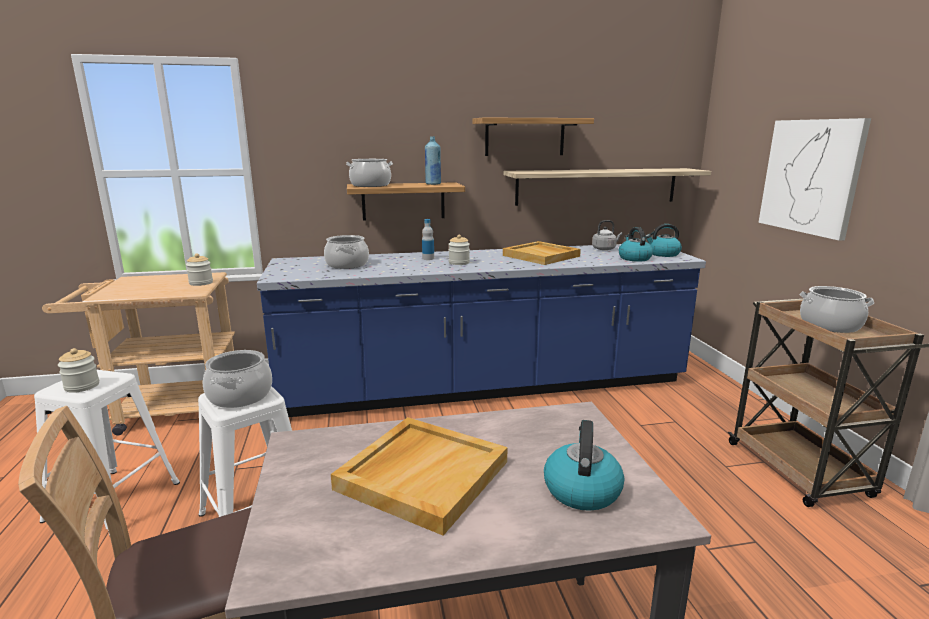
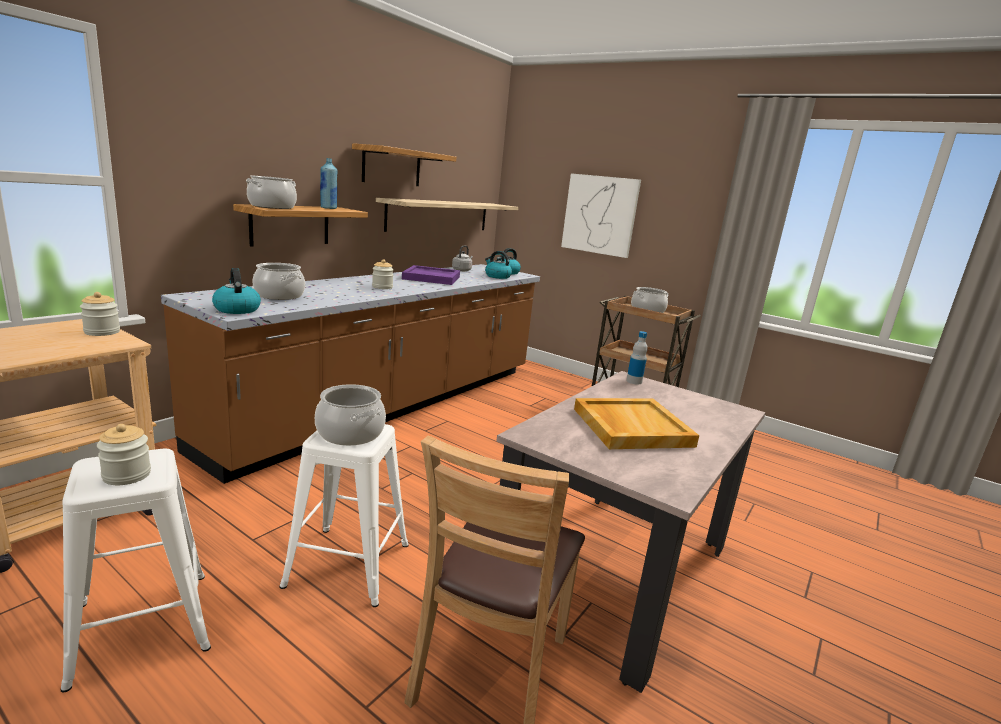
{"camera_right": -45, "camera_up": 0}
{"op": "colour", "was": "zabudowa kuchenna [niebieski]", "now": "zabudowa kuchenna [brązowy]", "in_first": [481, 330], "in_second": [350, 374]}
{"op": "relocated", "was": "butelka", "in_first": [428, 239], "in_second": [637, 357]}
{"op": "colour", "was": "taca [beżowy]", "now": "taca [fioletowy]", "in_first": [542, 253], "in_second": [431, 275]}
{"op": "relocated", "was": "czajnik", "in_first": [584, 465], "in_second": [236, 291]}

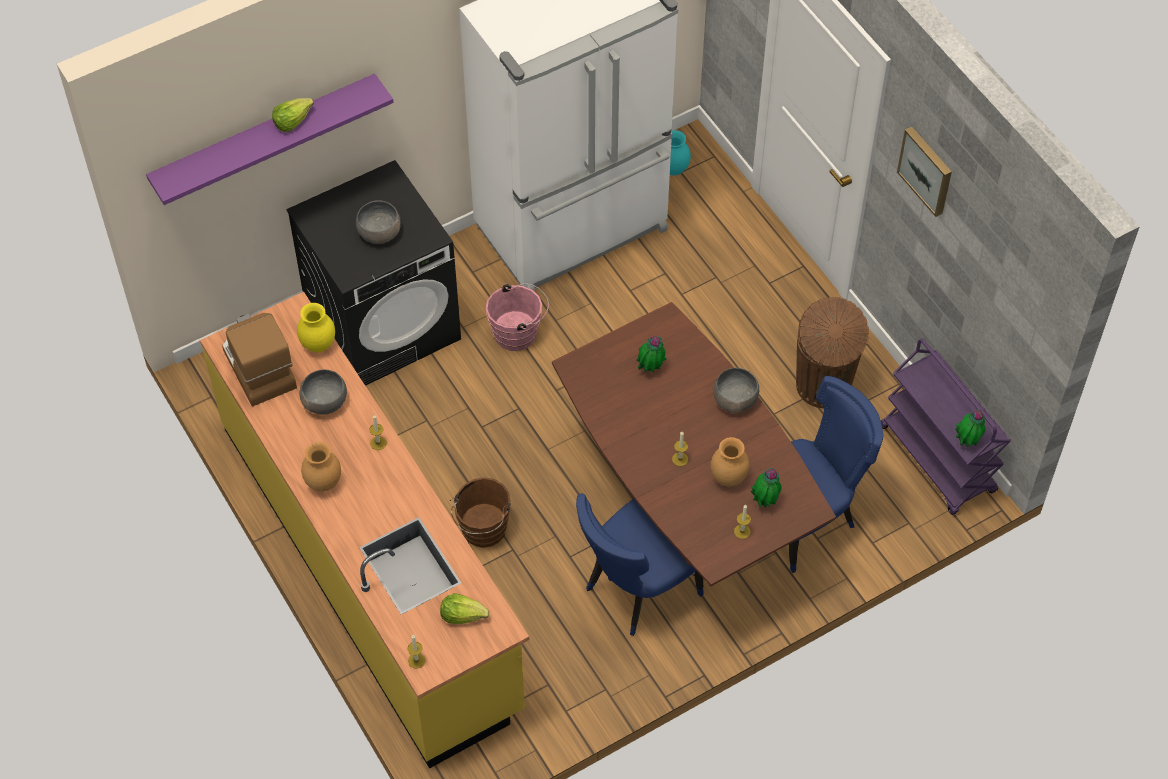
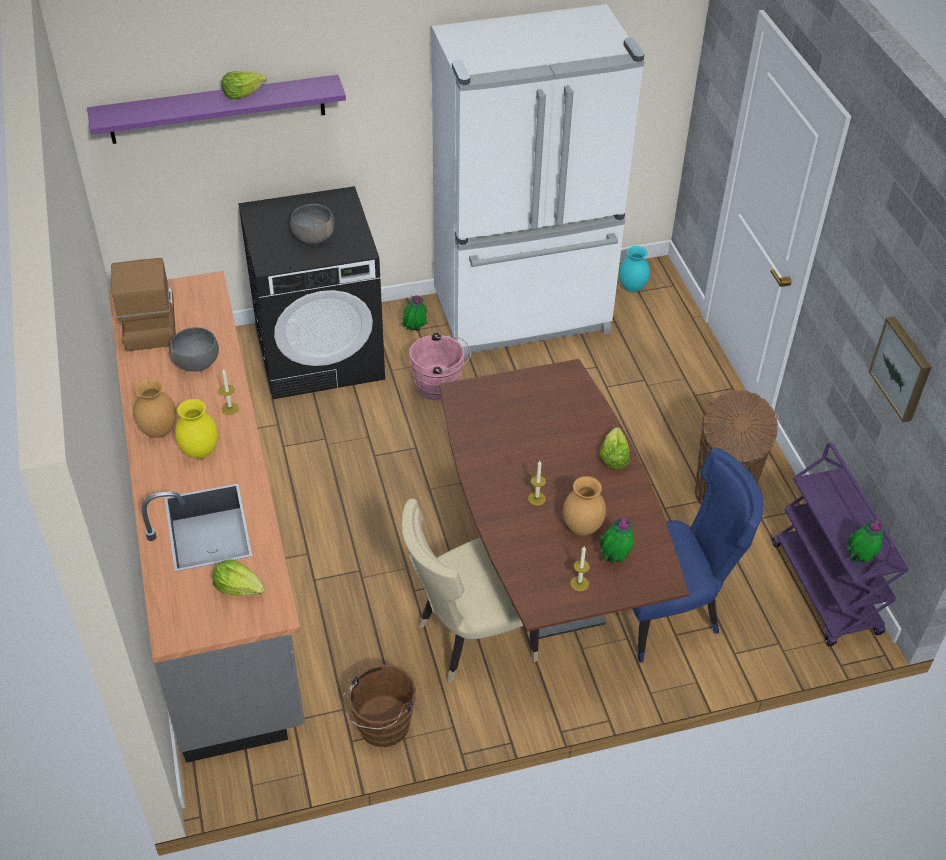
{"camera_right": 15, "camera_up": -10}
{"op": "colour", "was": "zabudowa kuchenna [żółty]", "now": "zabudowa kuchenna [szary]", "in_first": [364, 530], "in_second": [206, 517]}
{"op": "relocated", "was": "wazon [żółty]", "in_first": [316, 327], "in_second": [196, 429]}
{"op": "missing", "was": "świeca", "in_first": [416, 652]}
{"op": "relocated", "was": "wiadro [brązowy]", "in_first": [481, 512], "in_second": [379, 706]}
{"op": "colour", "was": "krzesło [niebieski]", "now": "krzesło [beżowy]", "in_first": [640, 565], "in_second": [470, 590]}
{"op": "relocated", "was": "roślina doniczkowa", "in_first": [651, 354], "in_second": [414, 313]}
{"op": "exchanged", "was": "miska [szary]", "now": "sałata", "in_first": [736, 390], "in_second": [615, 448]}
{"op": "relocated", "was": "obraz", "in_first": [924, 171], "in_second": [899, 369]}

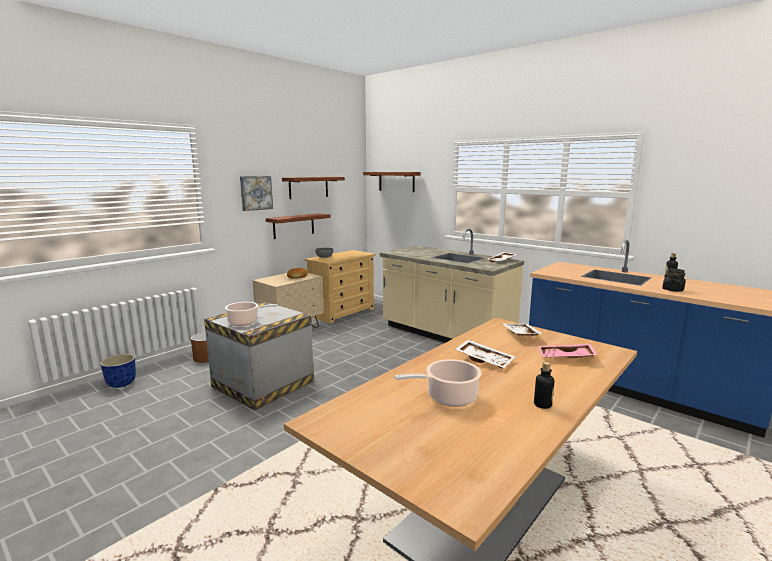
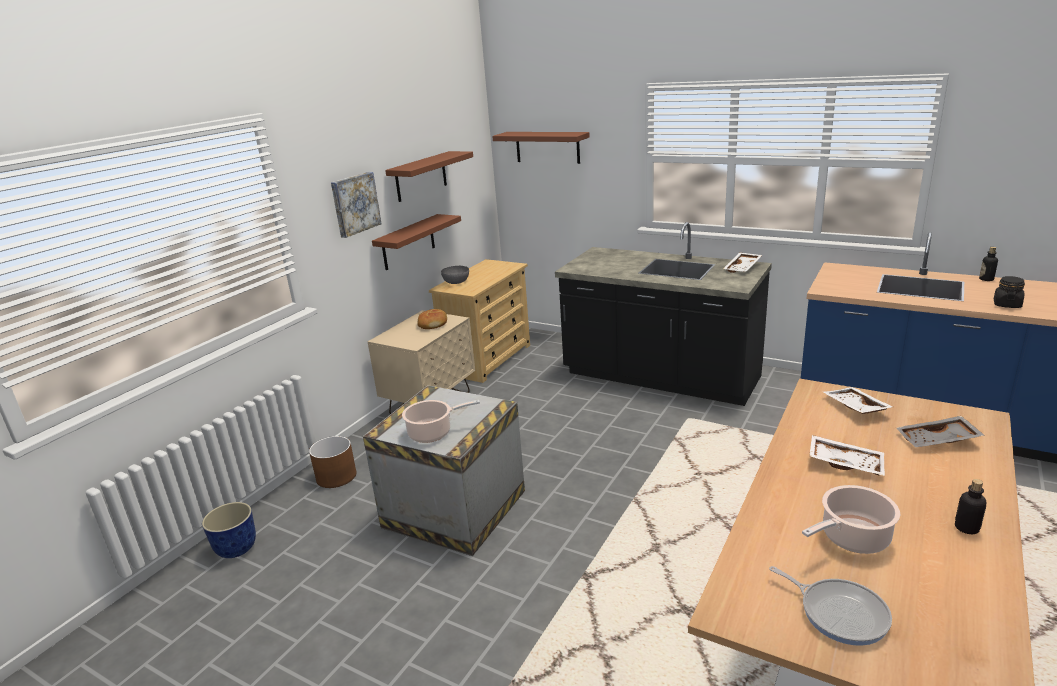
{"camera_right": -10, "camera_up": 10}
{"op": "colour", "was": "zabudowa kuchenna [beżowy]", "now": "zabudowa kuchenna [czarny]", "in_first": [452, 286], "in_second": [663, 314]}
{"op": "colour", "was": "taca [różowy]", "now": "taca [szary]", "in_first": [568, 350], "in_second": [940, 431]}
{"op": "appeared", "now": "patelnia", "in_second": [830, 606]}

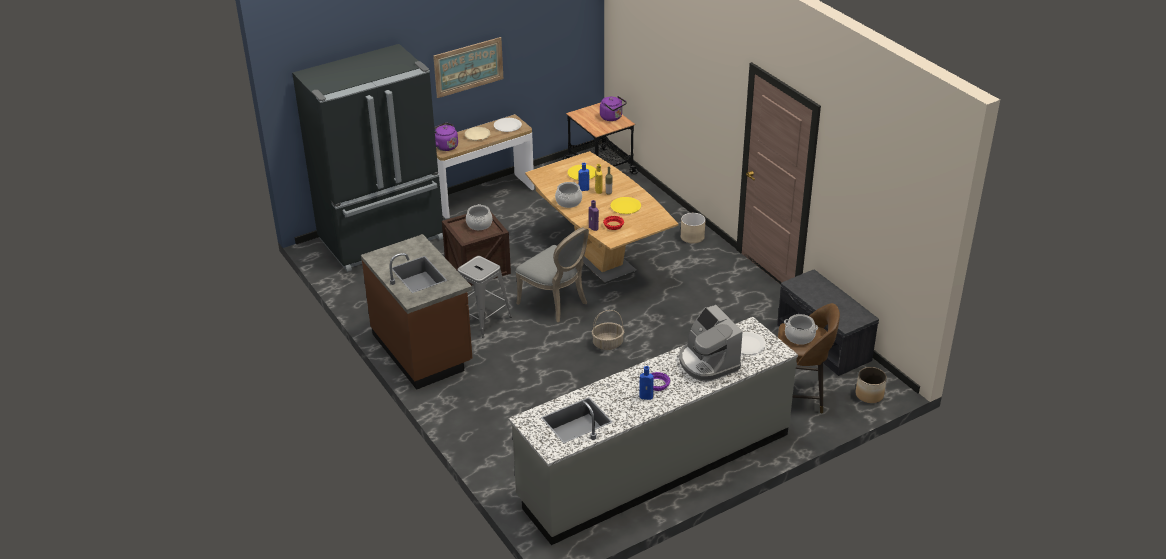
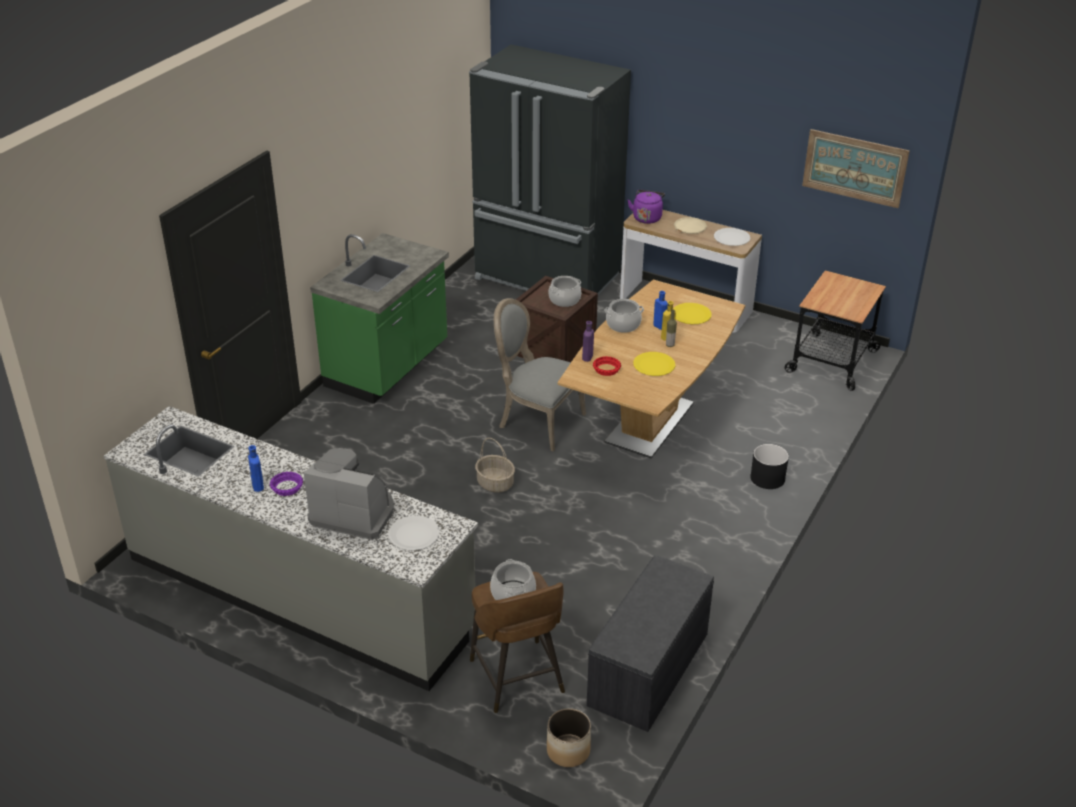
{"camera_right": 60, "camera_up": 0}
{"op": "colour", "was": "zabudowa kuchenna [brązowy]", "now": "zabudowa kuchenna [zielony]", "in_first": [416, 312], "in_second": [379, 318]}
{"op": "relocated", "was": "obraz", "in_first": [468, 67], "in_second": [856, 168]}
{"op": "missing", "was": "stołek [szary]", "in_first": [484, 296]}
{"op": "spun", "was": "krzesło [szary]", "in_first": [552, 274], "in_second": [540, 375], "clockwise": 105}
{"op": "missing", "was": "czajnik [fioletowy]", "in_first": [613, 108]}
{"op": "spun", "was": "ekspres do kawy", "in_first": [711, 343], "in_second": [349, 494], "clockwise": 75}
{"op": "colour", "was": "donica [beżowy]", "now": "donica [czarny]", "in_first": [693, 228], "in_second": [769, 466]}

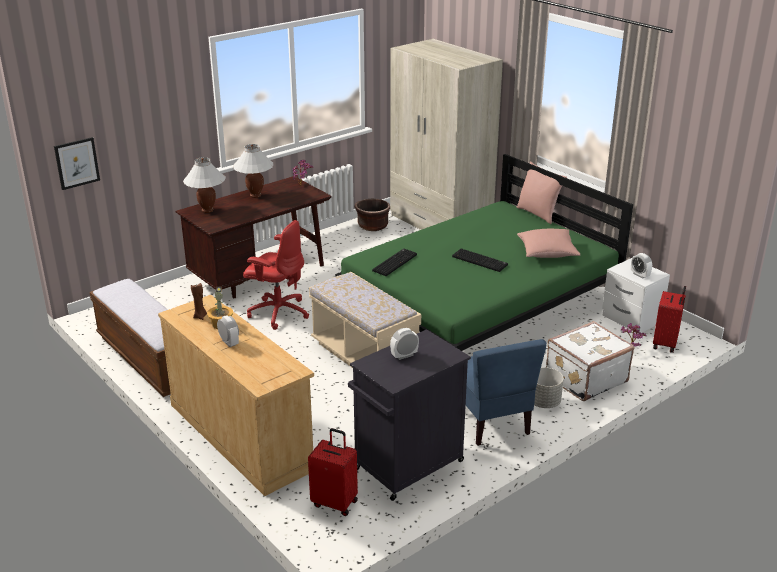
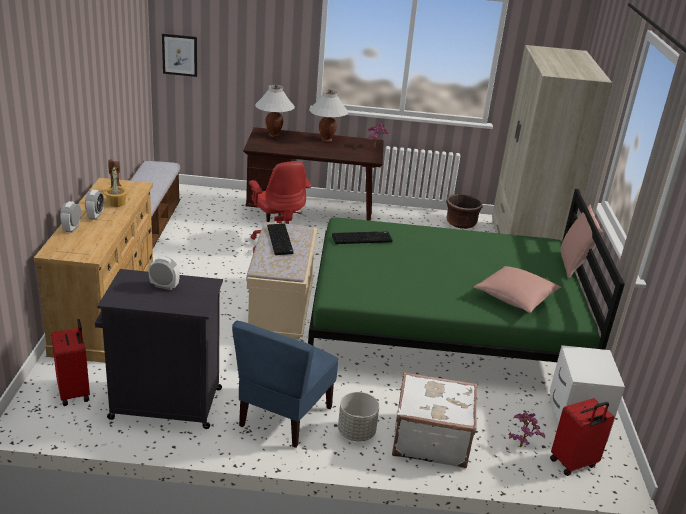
{"camera_right": 40, "camera_up": 0}
{"op": "relocated", "was": "klawiatura", "in_first": [480, 260], "in_second": [280, 239]}
{"op": "relocated", "was": "budzik", "in_first": [641, 266], "in_second": [70, 217]}

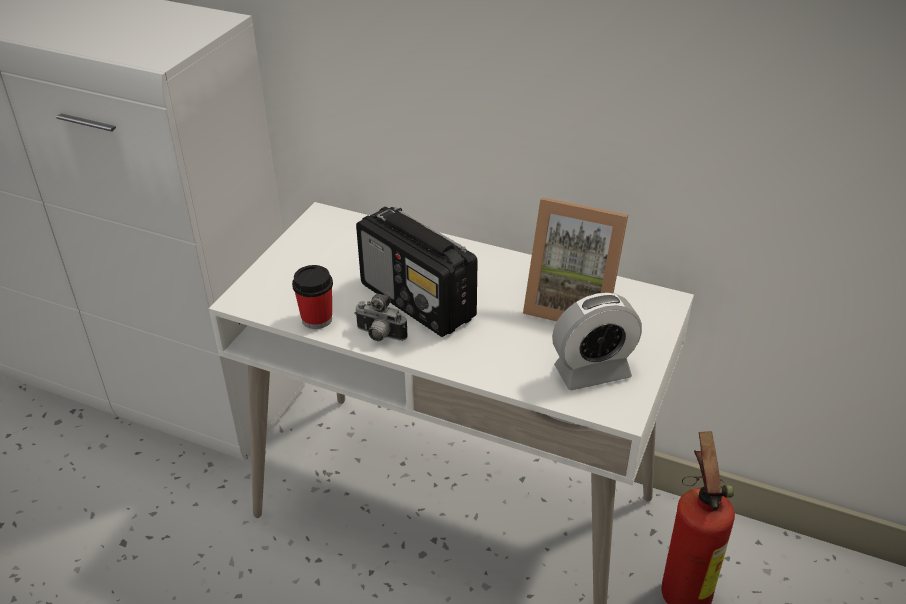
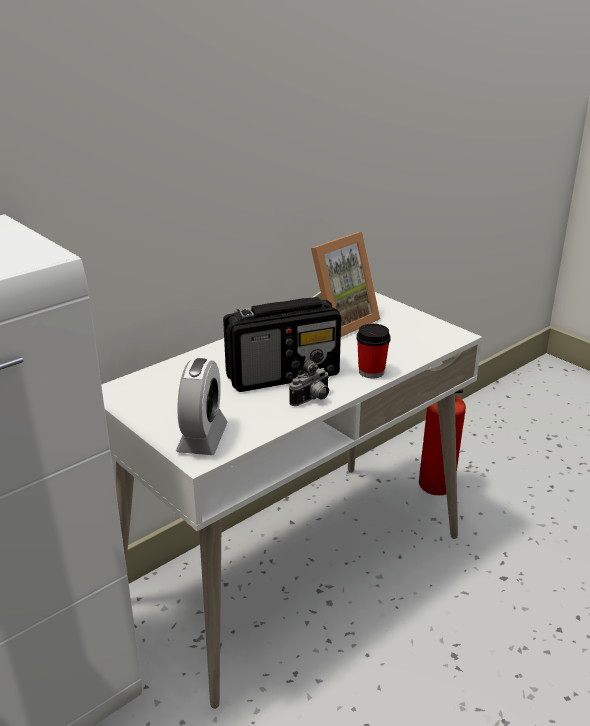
{"camera_right": -65, "camera_up": -10}
{"op": "relocated", "was": "filiżanka", "in_first": [312, 297], "in_second": [373, 351]}
{"op": "relocated", "was": "budzik", "in_first": [597, 341], "in_second": [202, 406]}

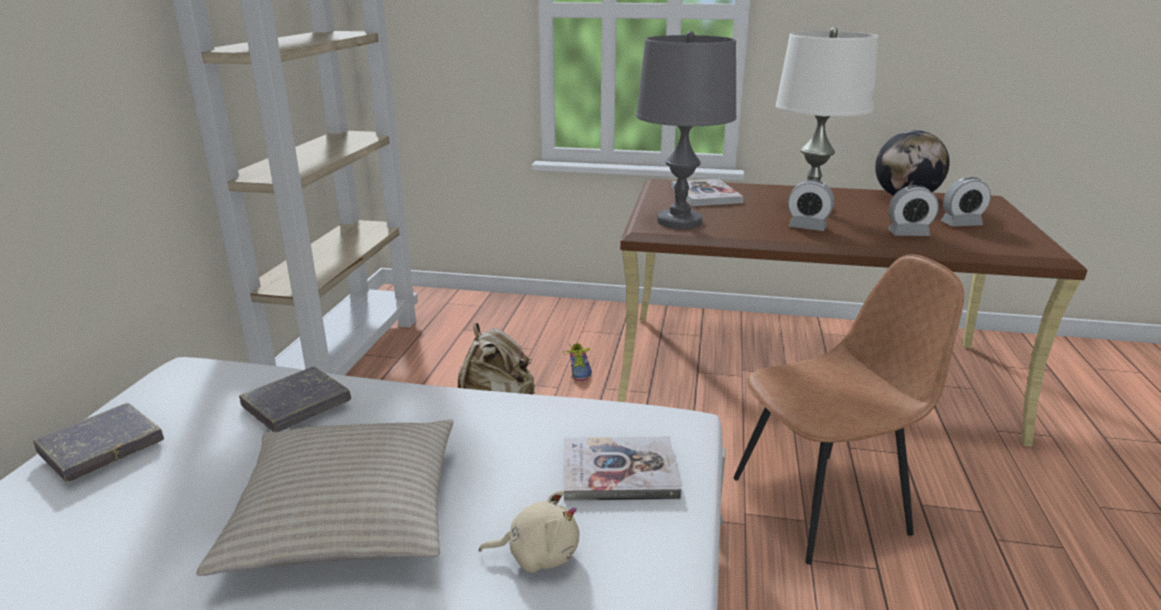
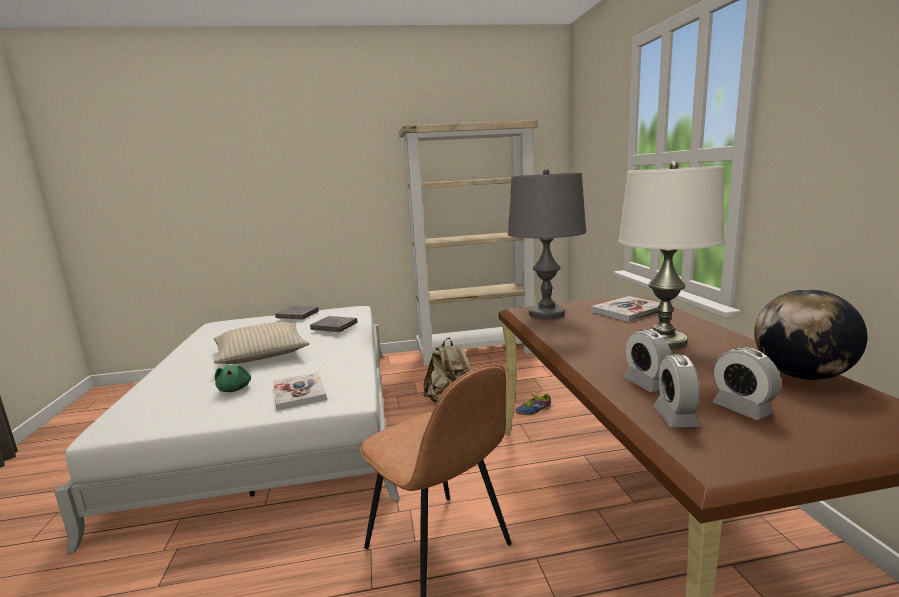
{"camera_right": 70, "camera_up": -10}
{"op": "colour", "was": "pluszak [beżowy]", "now": "pluszak [zielony]", "in_first": [529, 531], "in_second": [233, 378]}
{"op": "relocated", "was": "budzik", "in_first": [811, 205], "in_second": [676, 390]}

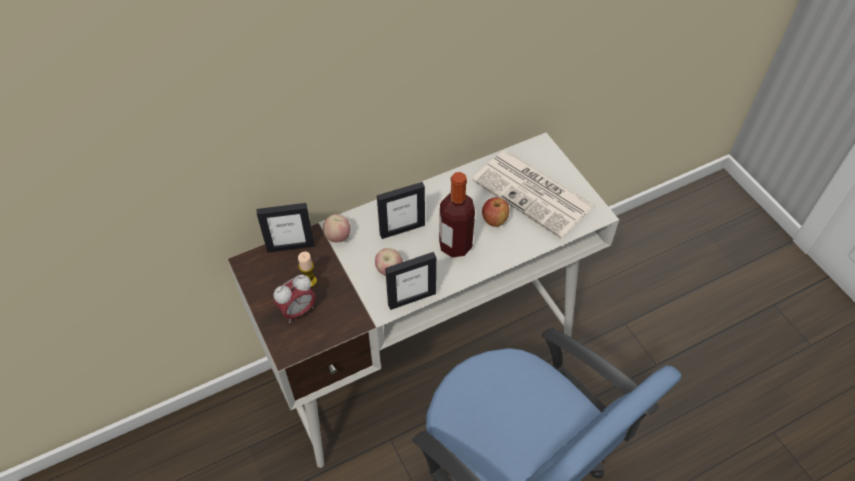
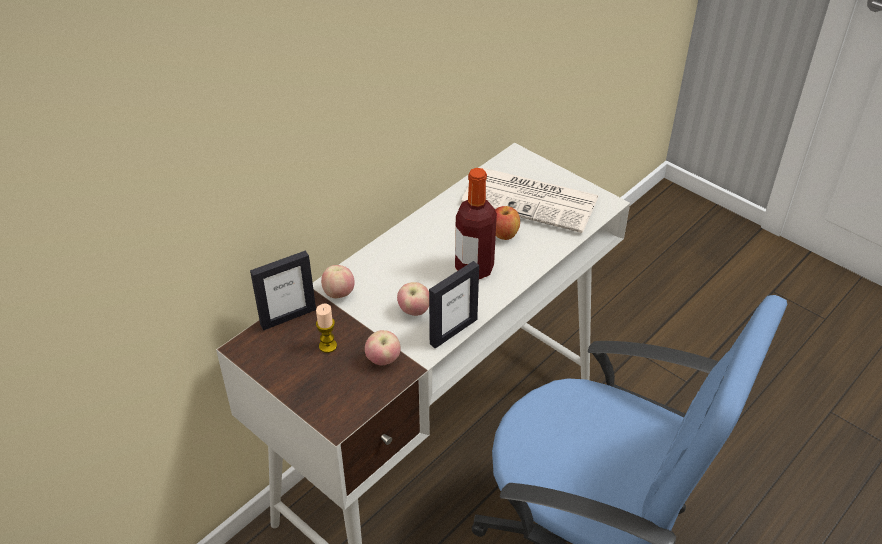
{"camera_right": -20, "camera_up": -10}
{"op": "missing", "was": "budzik", "in_first": [295, 299]}
{"op": "missing", "was": "ramka na zdjęcie", "in_first": [401, 210]}
{"op": "appeared", "now": "jabłko", "in_second": [383, 347]}

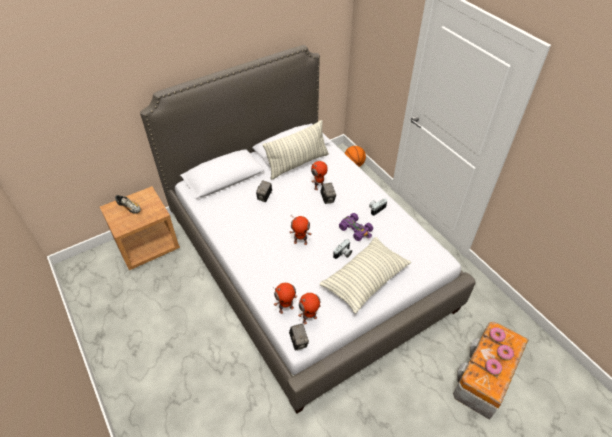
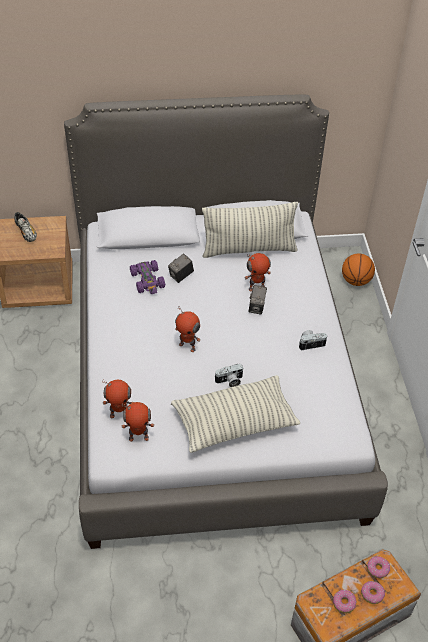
{"camera_right": 25, "camera_up": 0}
{"op": "missing", "was": "aparat fotograficzny", "in_first": [299, 337]}
{"op": "relocated", "was": "samochodzik [fioletowy]", "in_first": [356, 227], "in_second": [147, 277]}

